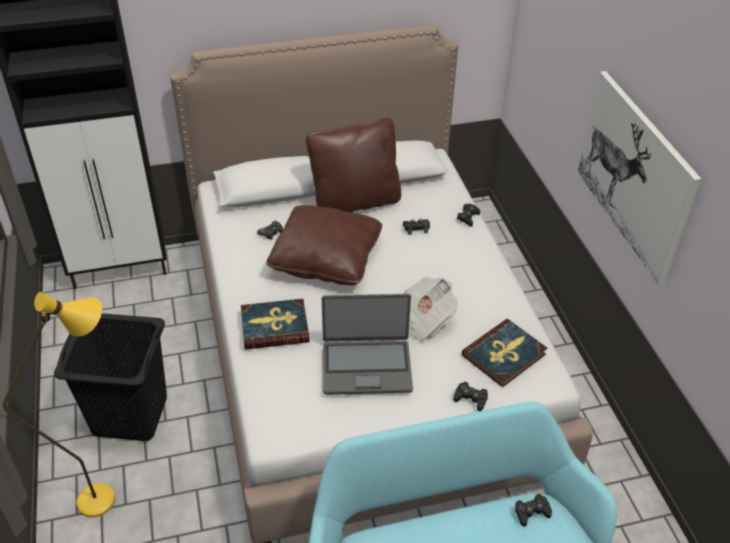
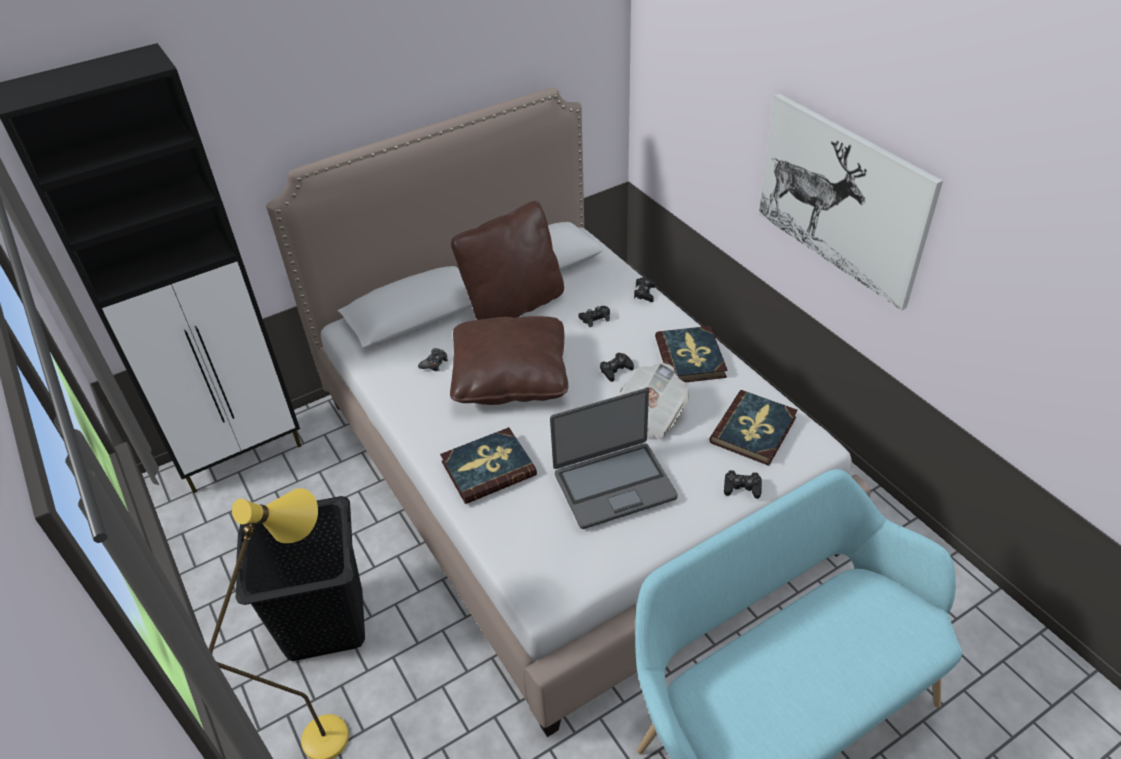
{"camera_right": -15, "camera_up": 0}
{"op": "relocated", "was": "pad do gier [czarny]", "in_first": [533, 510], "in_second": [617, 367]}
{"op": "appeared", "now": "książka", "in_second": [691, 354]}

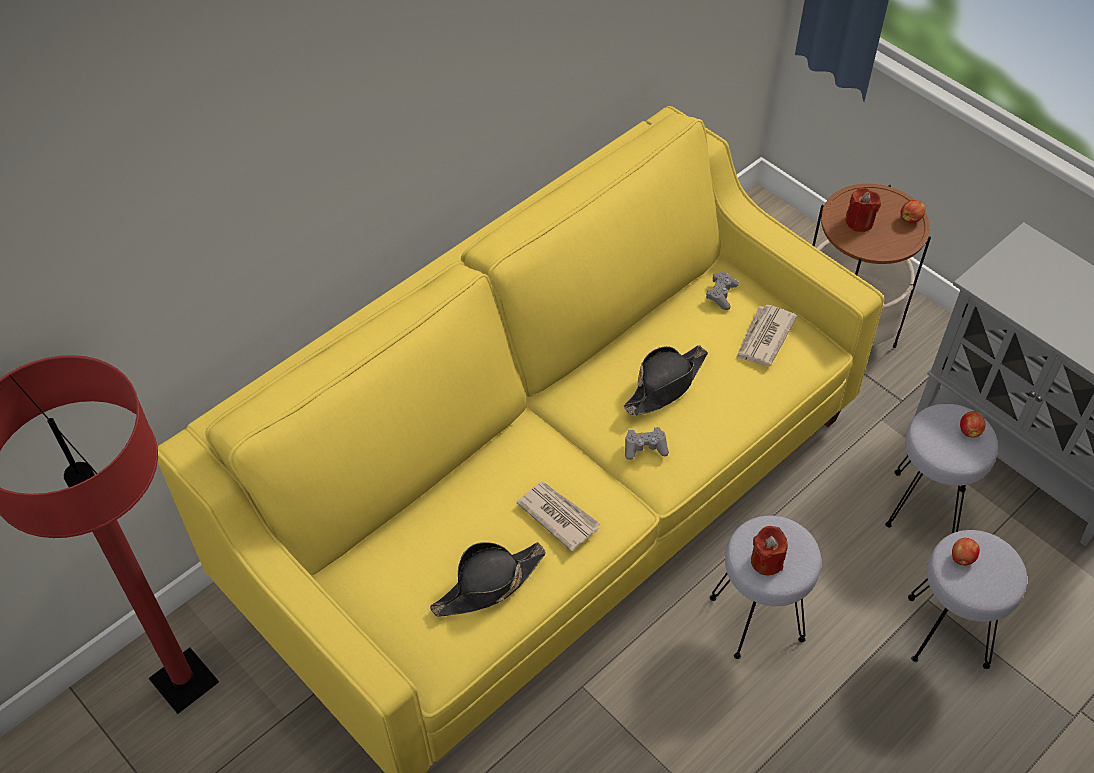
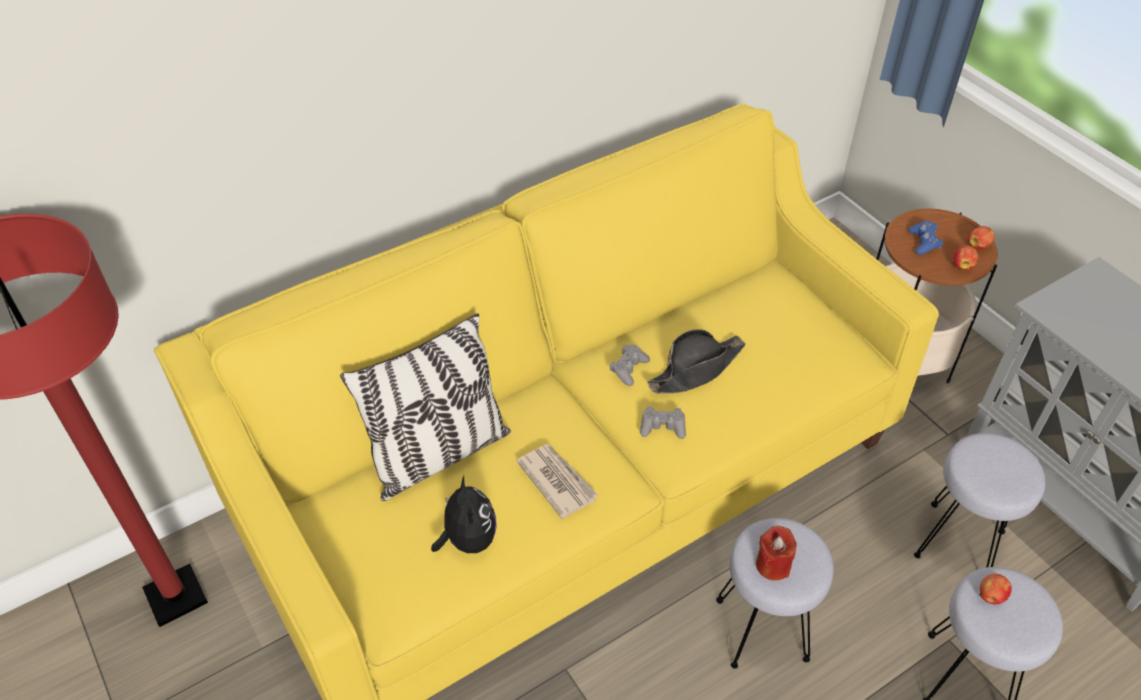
{"camera_right": 10, "camera_up": -5}
{"op": "exchanged", "was": "kapelusz [czarny]", "now": "pluszak", "in_first": [488, 579], "in_second": [464, 514]}
{"op": "relocated", "was": "pad do gier [szary]", "in_first": [722, 291], "in_second": [630, 365]}
{"op": "missing", "was": "gazeta", "in_first": [766, 335]}
{"op": "exchanged", "was": "świeca [czerwony]", "now": "pad do gier [niebieski]", "in_first": [863, 209], "in_second": [925, 238]}
{"op": "relocated", "was": "jabłko", "in_first": [973, 424], "in_second": [965, 257]}
{"op": "appeared", "now": "poduszka", "in_second": [425, 407]}

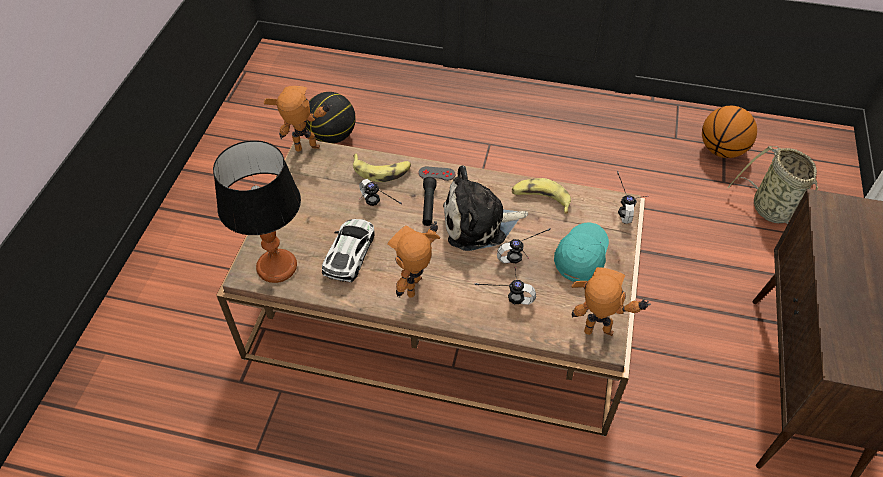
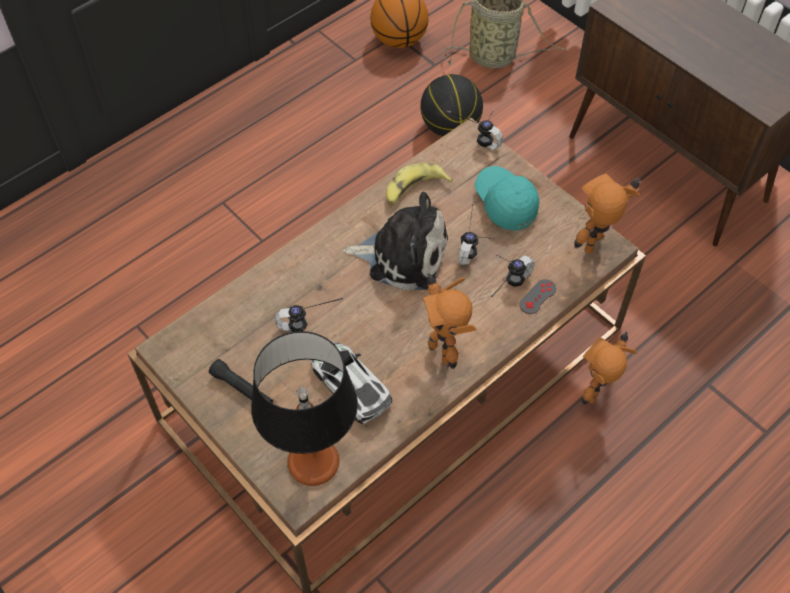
{"camera_right": -55, "camera_up": 5}
{"op": "relocated", "was": "robot zabawkowy", "in_first": [298, 119], "in_second": [609, 368]}
{"op": "relocated", "was": "piłka do koszykówki", "in_first": [331, 118], "in_second": [451, 105]}
{"op": "missing", "was": "banan", "in_first": [382, 168]}
{"op": "relocated", "was": "pad do gier [szary]", "in_first": [436, 174], "in_second": [537, 296]}
{"op": "relocated", "was": "latarka [czarny]", "in_first": [429, 201], "in_second": [241, 381]}
{"op": "spun", "was": "pluszak", "in_first": [485, 208], "in_second": [395, 241], "clockwise": -105}

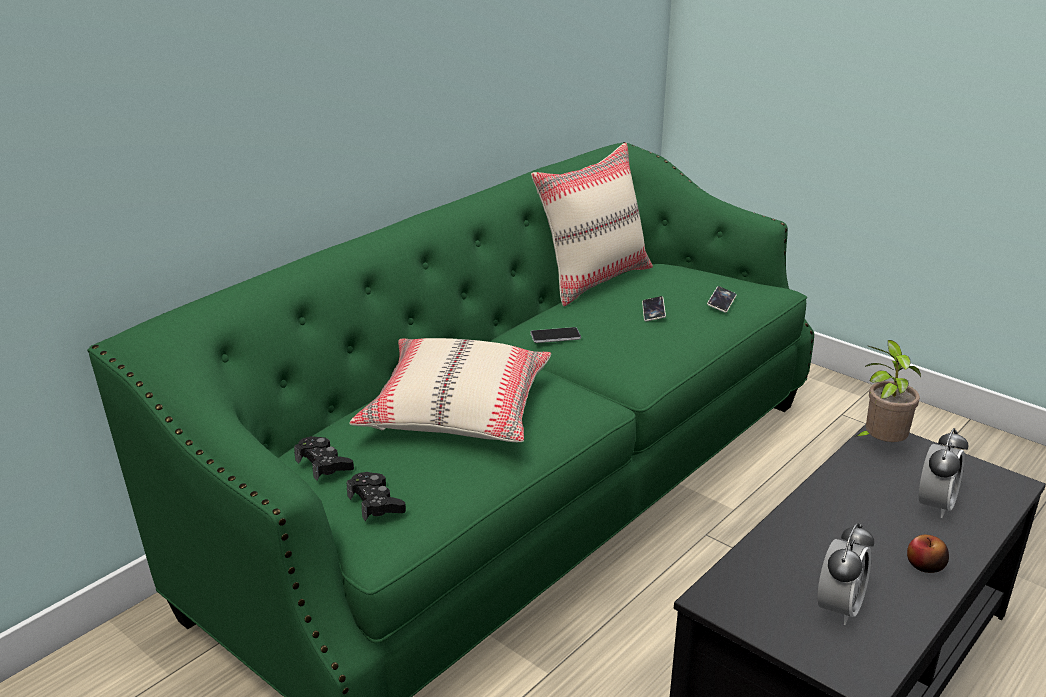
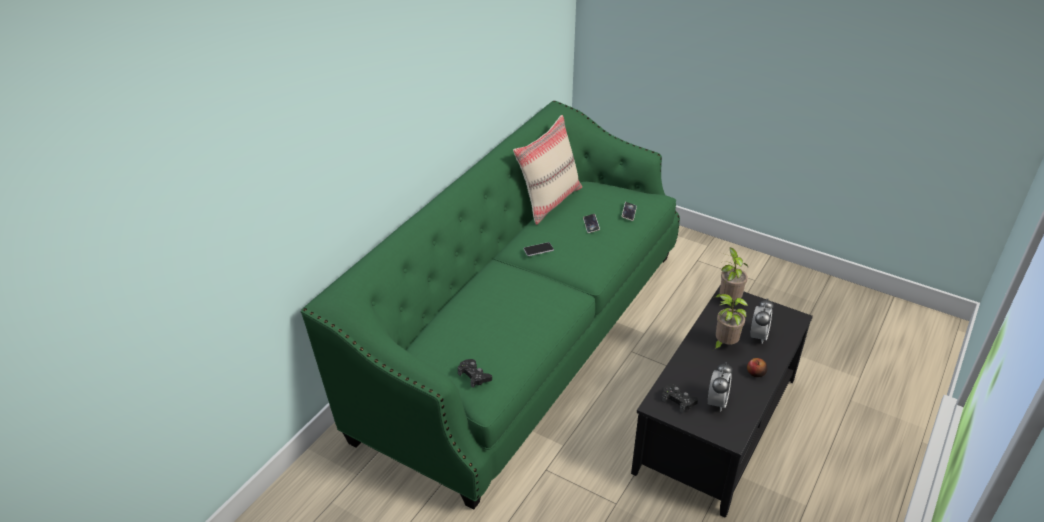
{"camera_right": -10, "camera_up": 10}
{"op": "relocated", "was": "pad do gier [czarny]", "in_first": [324, 458], "in_second": [680, 398]}
{"op": "missing", "was": "poduszka [beżowy]", "in_first": [450, 390]}
{"op": "appeared", "now": "roślina doniczkowa", "in_second": [731, 322]}

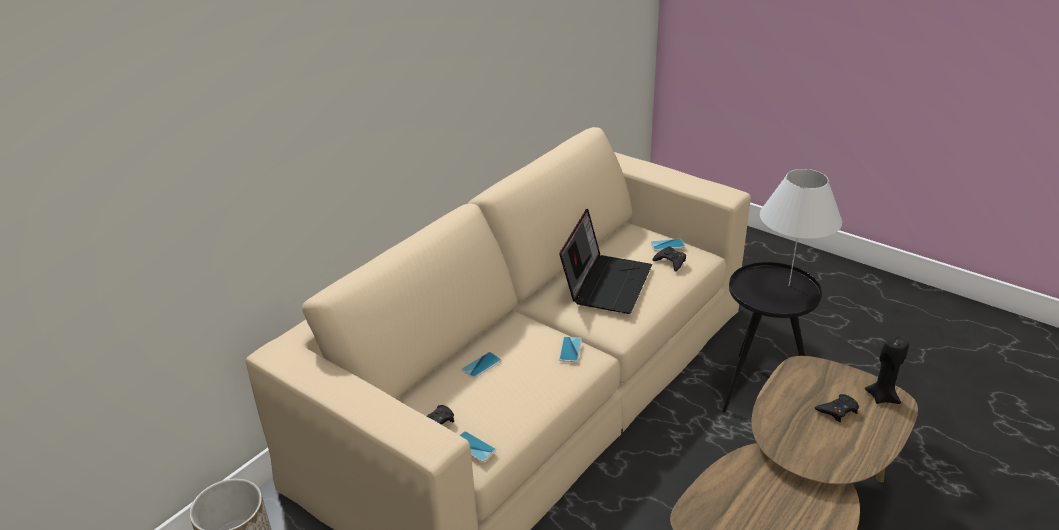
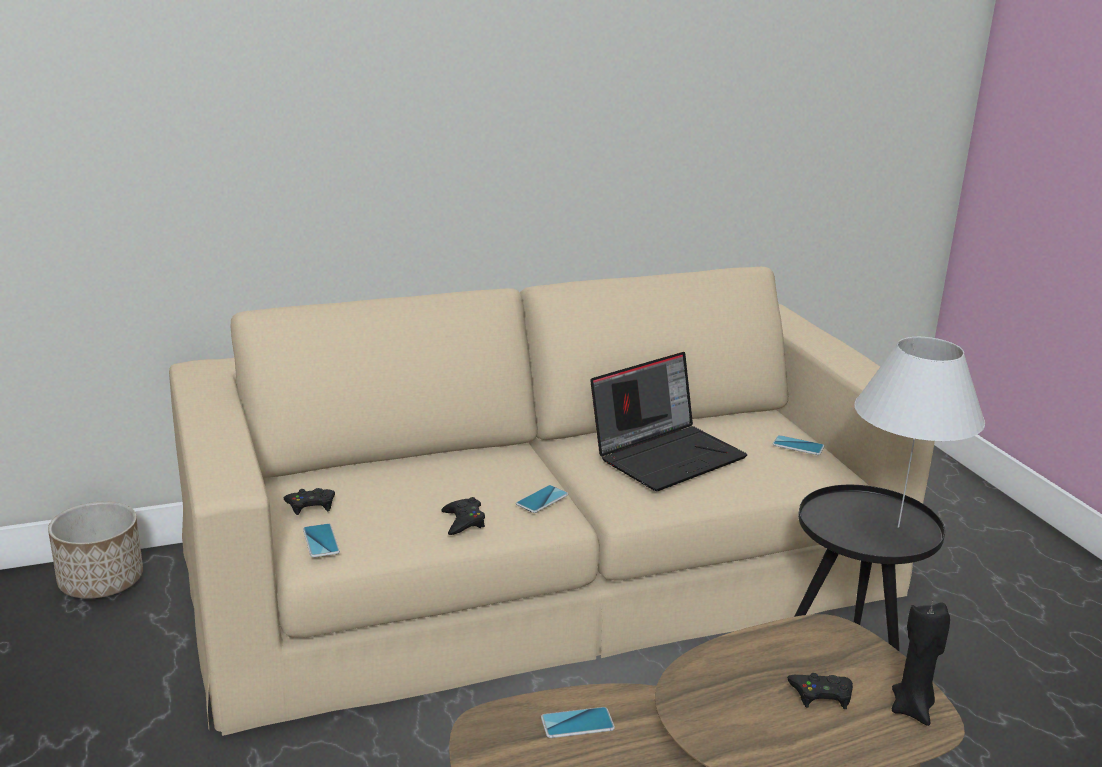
{"camera_right": 30, "camera_up": -10}
{"op": "relocated", "was": "telefon", "in_first": [482, 365], "in_second": [578, 722]}
{"op": "relocated", "was": "pad do gier [czarny]", "in_first": [669, 259], "in_second": [463, 516]}

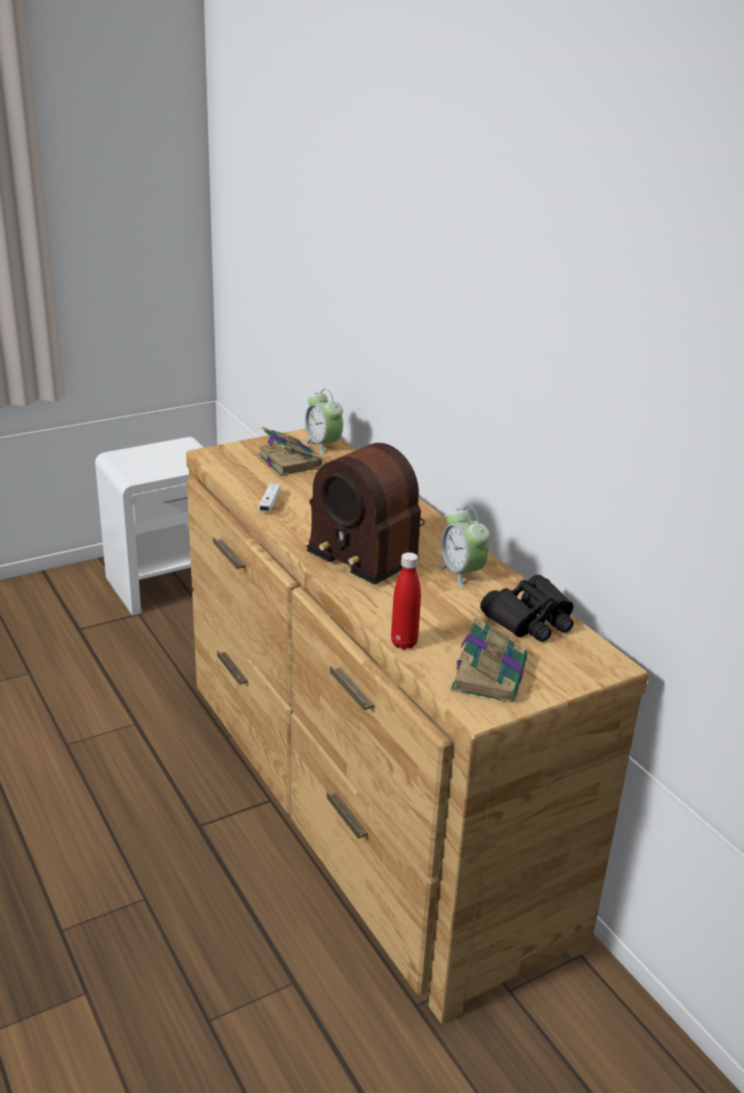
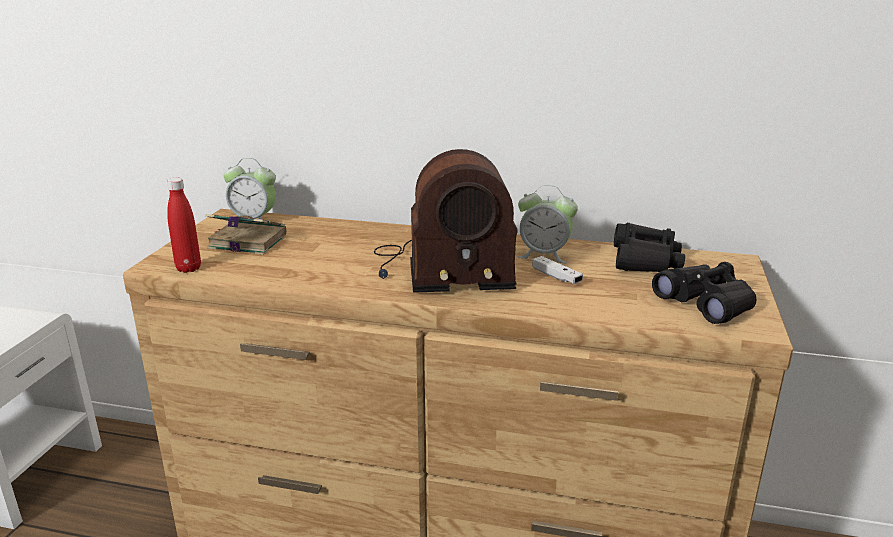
{"camera_right": -45, "camera_up": -5}
{"op": "relocated", "was": "pad do gier [biały]", "in_first": [270, 497], "in_second": [557, 270]}
{"op": "relocated", "was": "butelka [czerwony]", "in_first": [406, 600], "in_second": [184, 225]}
{"op": "exchanged", "was": "książka", "now": "lornetka [czarny]", "in_first": [489, 660], "in_second": [704, 293]}

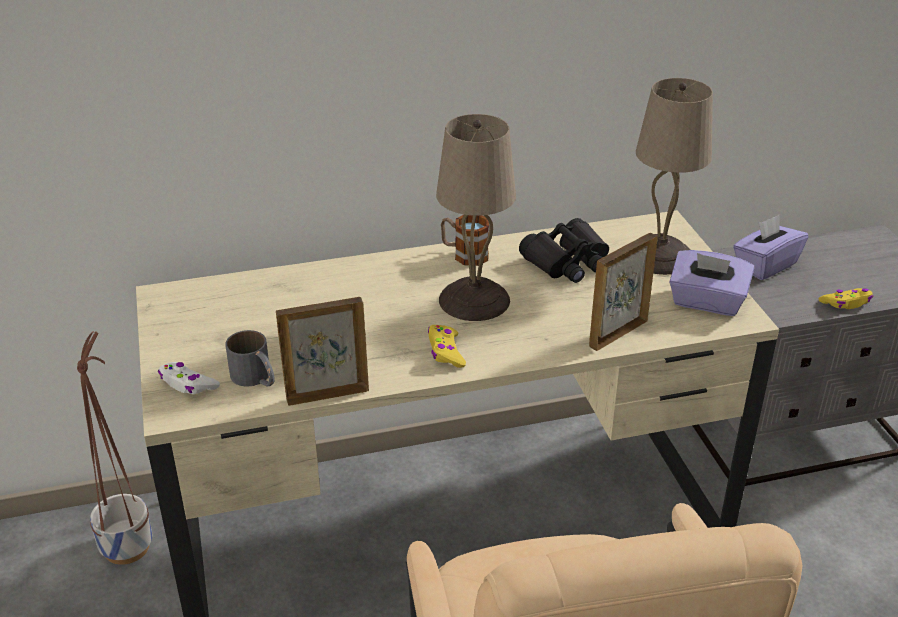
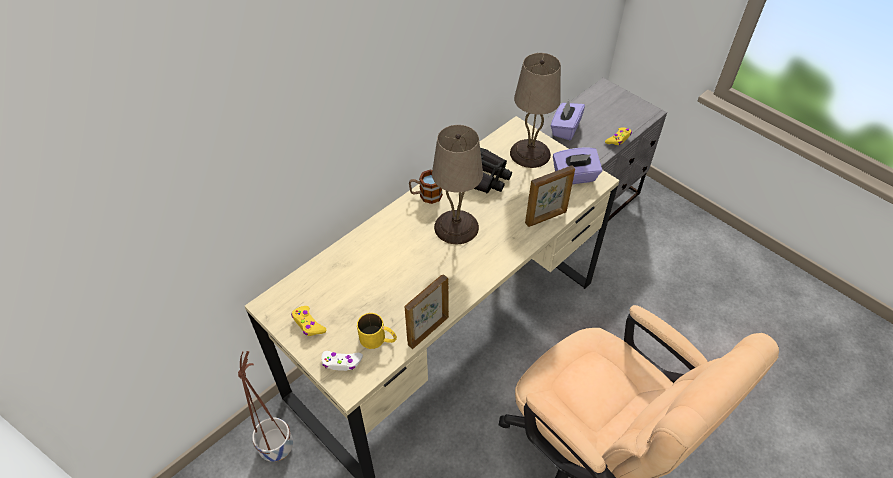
{"camera_right": -30, "camera_up": 15}
{"op": "colour", "was": "kubek [szary]", "now": "kubek [żółty]", "in_first": [250, 358], "in_second": [377, 331]}
{"op": "relocated", "was": "pad do gier [żółty]", "in_first": [447, 346], "in_second": [308, 321]}
{"op": "spun", "was": "ramka na zdjęcie", "in_first": [623, 292], "in_second": [550, 196], "clockwise": -135}

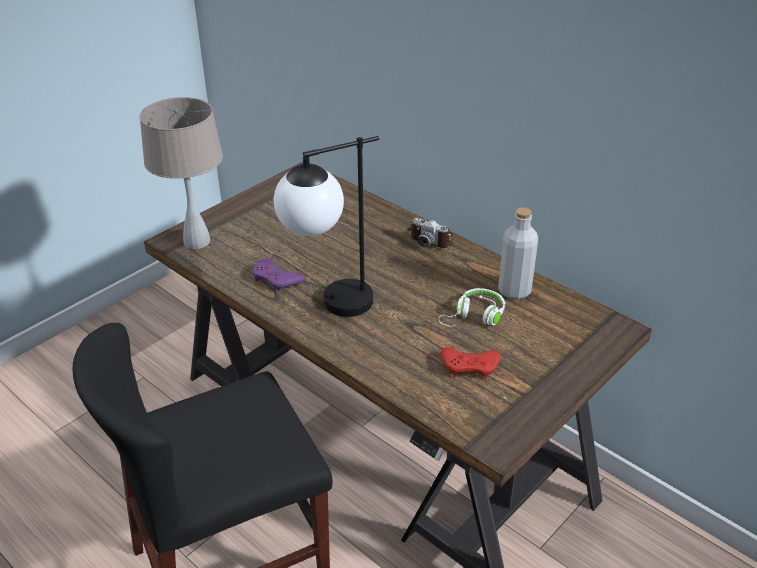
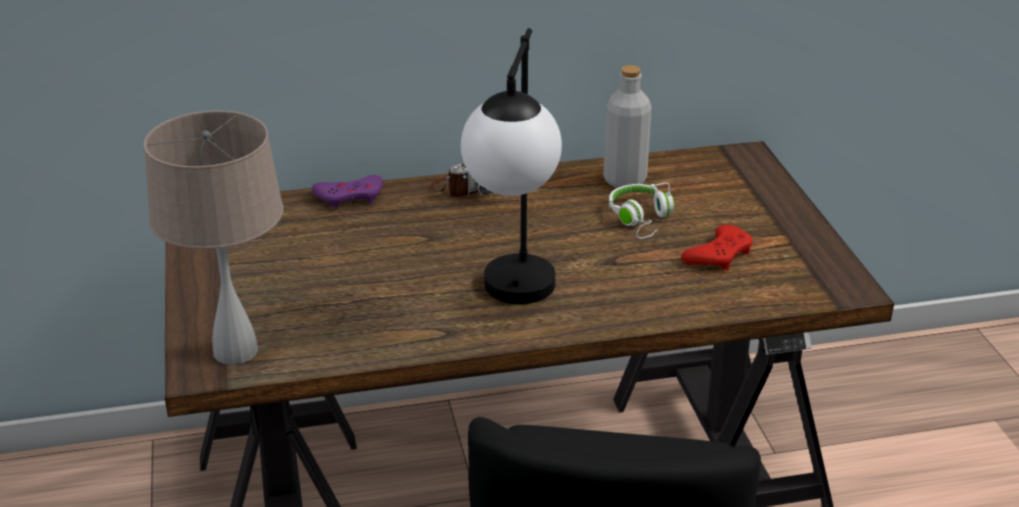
{"camera_right": -55, "camera_up": -5}
{"op": "relocated", "was": "pad do gier [fioletowy]", "in_first": [278, 275], "in_second": [347, 192]}

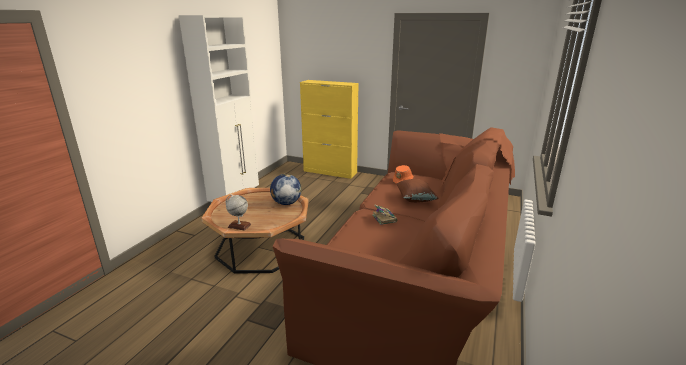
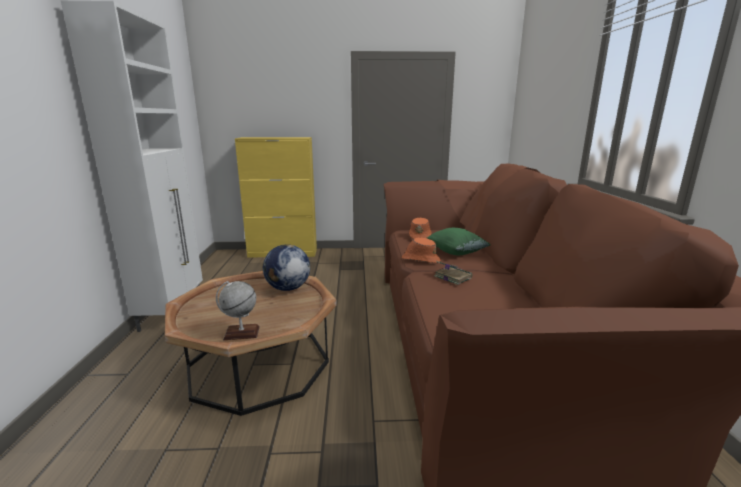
{"camera_right": -25, "camera_up": -5}
{"op": "colour", "was": "poduszka [brązowy]", "now": "poduszka [zielony]", "in_first": [417, 191], "in_second": [459, 241]}
{"op": "appeared", "now": "kapelusz [pomarańczowy]", "in_second": [421, 250]}

